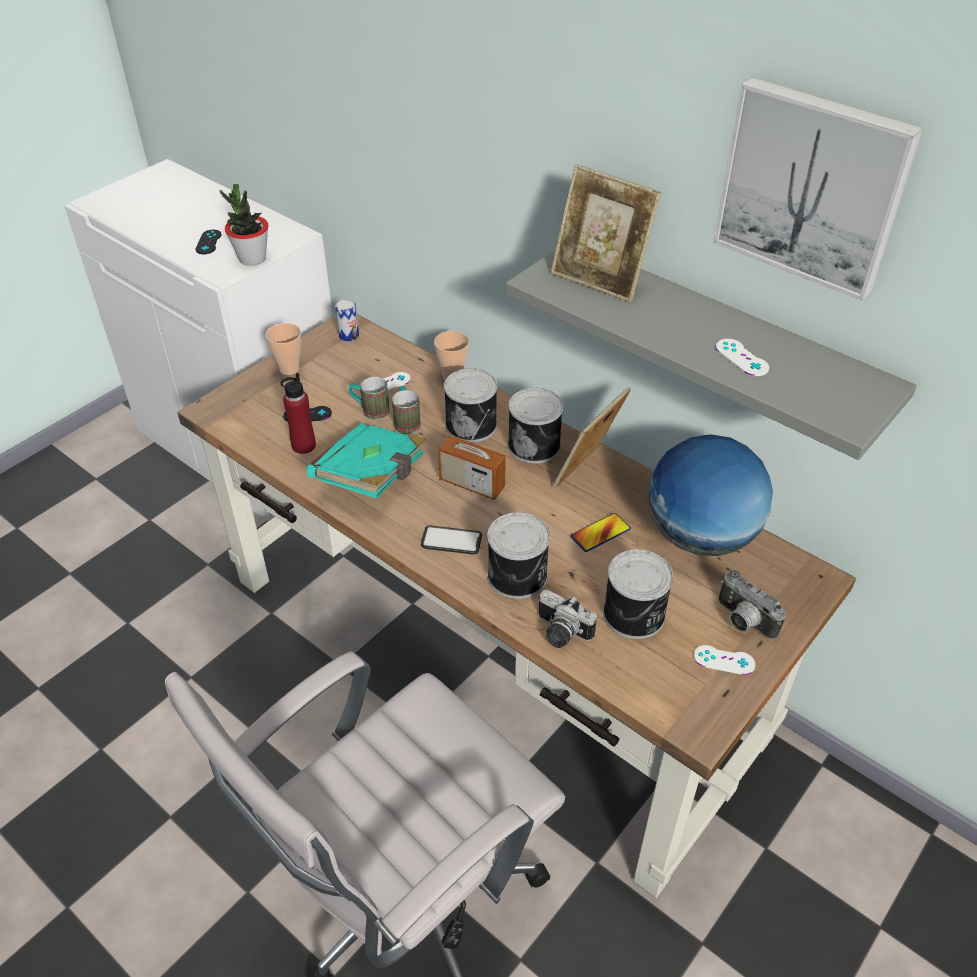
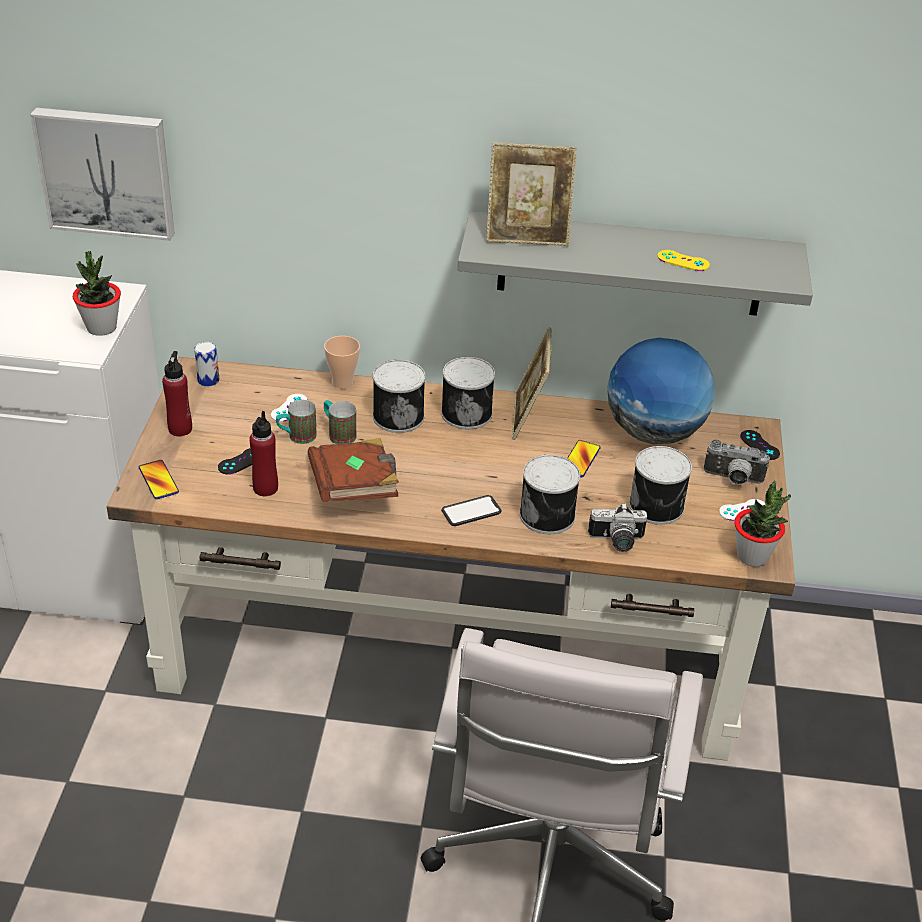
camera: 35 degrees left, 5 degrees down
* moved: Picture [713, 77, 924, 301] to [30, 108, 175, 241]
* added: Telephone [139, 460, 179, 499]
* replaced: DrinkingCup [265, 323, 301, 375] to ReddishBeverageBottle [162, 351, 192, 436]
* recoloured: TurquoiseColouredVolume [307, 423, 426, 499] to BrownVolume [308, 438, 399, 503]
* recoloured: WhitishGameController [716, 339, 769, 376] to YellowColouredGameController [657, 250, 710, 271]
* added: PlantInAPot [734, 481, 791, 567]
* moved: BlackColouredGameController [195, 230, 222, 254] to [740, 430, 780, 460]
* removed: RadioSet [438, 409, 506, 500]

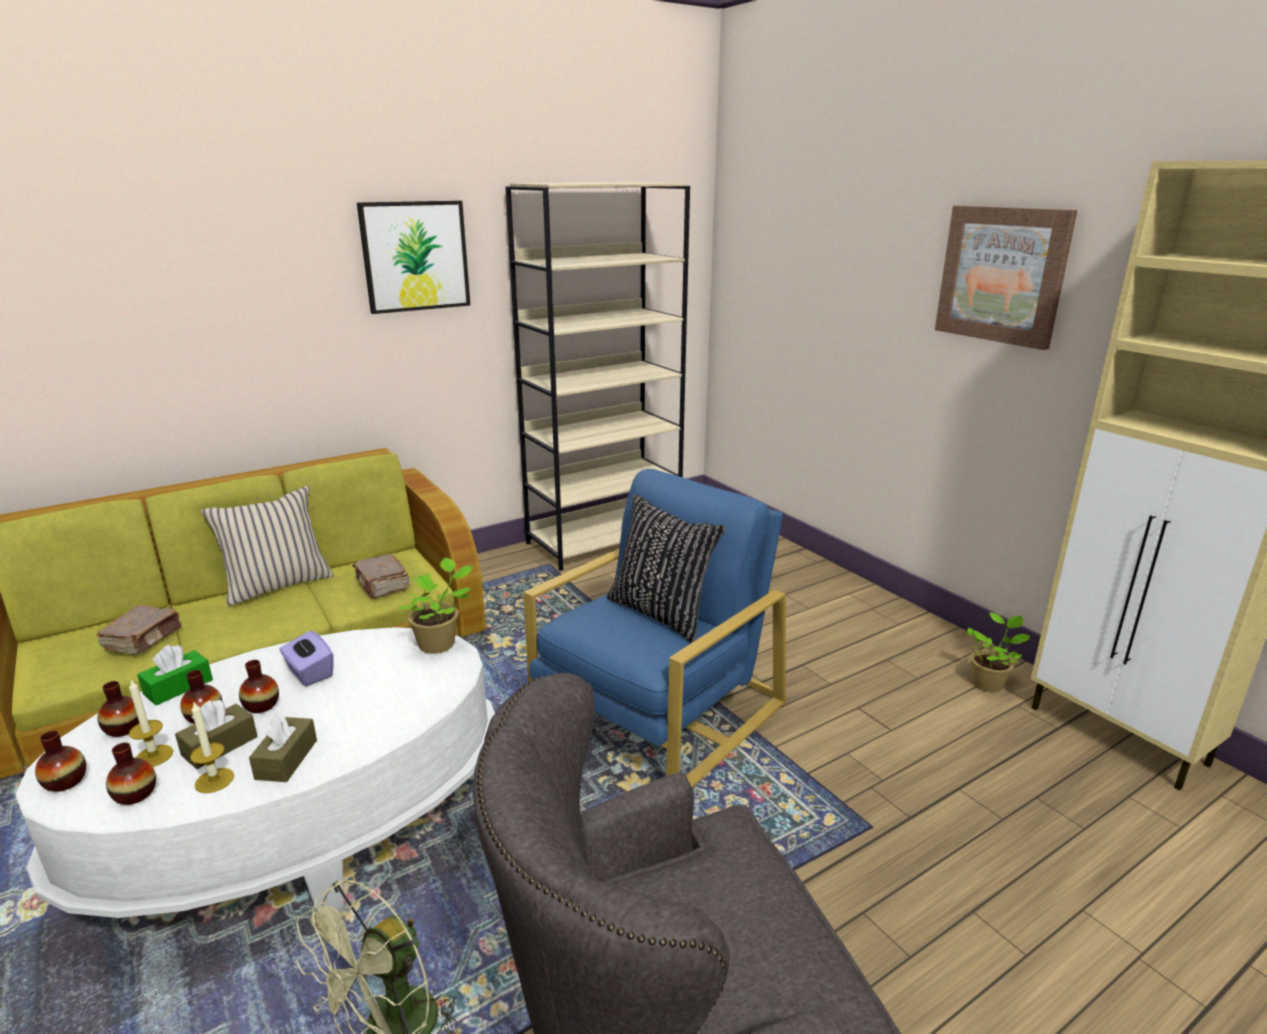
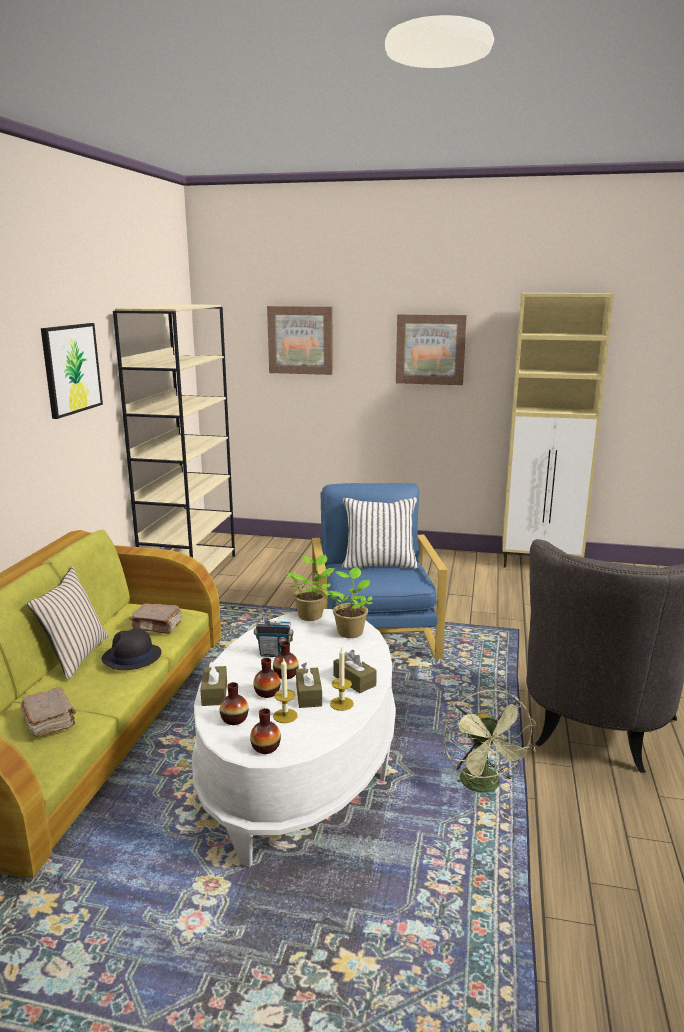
camera: 45 degrees left, 5 degrees down
* added: BlackColouredClothingHat [102, 628, 161, 670]
* recoloured: GreenBoxOfTissues [137, 645, 213, 705] to BrownBoxOfTissues [200, 661, 227, 706]
* replaced: PurplishBoxOfTissues [279, 631, 334, 686] to RadioSet [254, 605, 293, 657]
* added: Picture [267, 306, 333, 375]
* moved: PlantInAPot [965, 613, 1031, 692] to [324, 567, 372, 638]
* recoloured: BlackColouredThrowPillow [607, 494, 726, 643] to WhitishThrowPillow [342, 497, 418, 569]
* removed: Vase [106, 743, 156, 805]

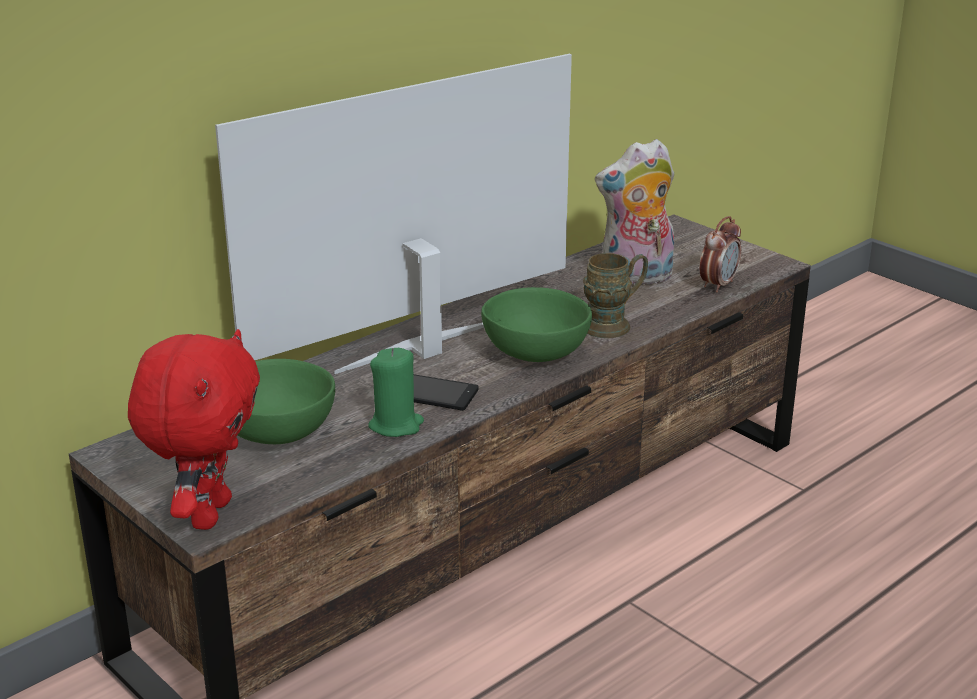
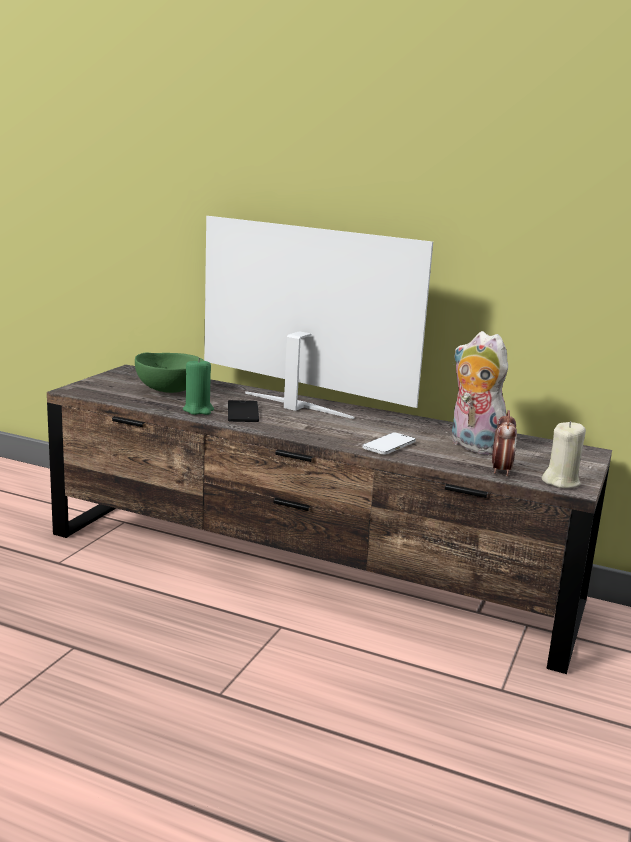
camera: 65 degrees right, 10 degrees down
* replaced: BrownMug [583, 253, 648, 338] to Telephone [362, 432, 416, 455]
* turned: TableClock [700, 216, 741, 292] = [492, 410, 517, 476] 90 degrees counterclockwise
* added: BeigeCandle [542, 421, 586, 488]
* removed: ReddishSoftToy [128, 329, 260, 530]
* removed: GreenDeepDish [481, 287, 592, 362]

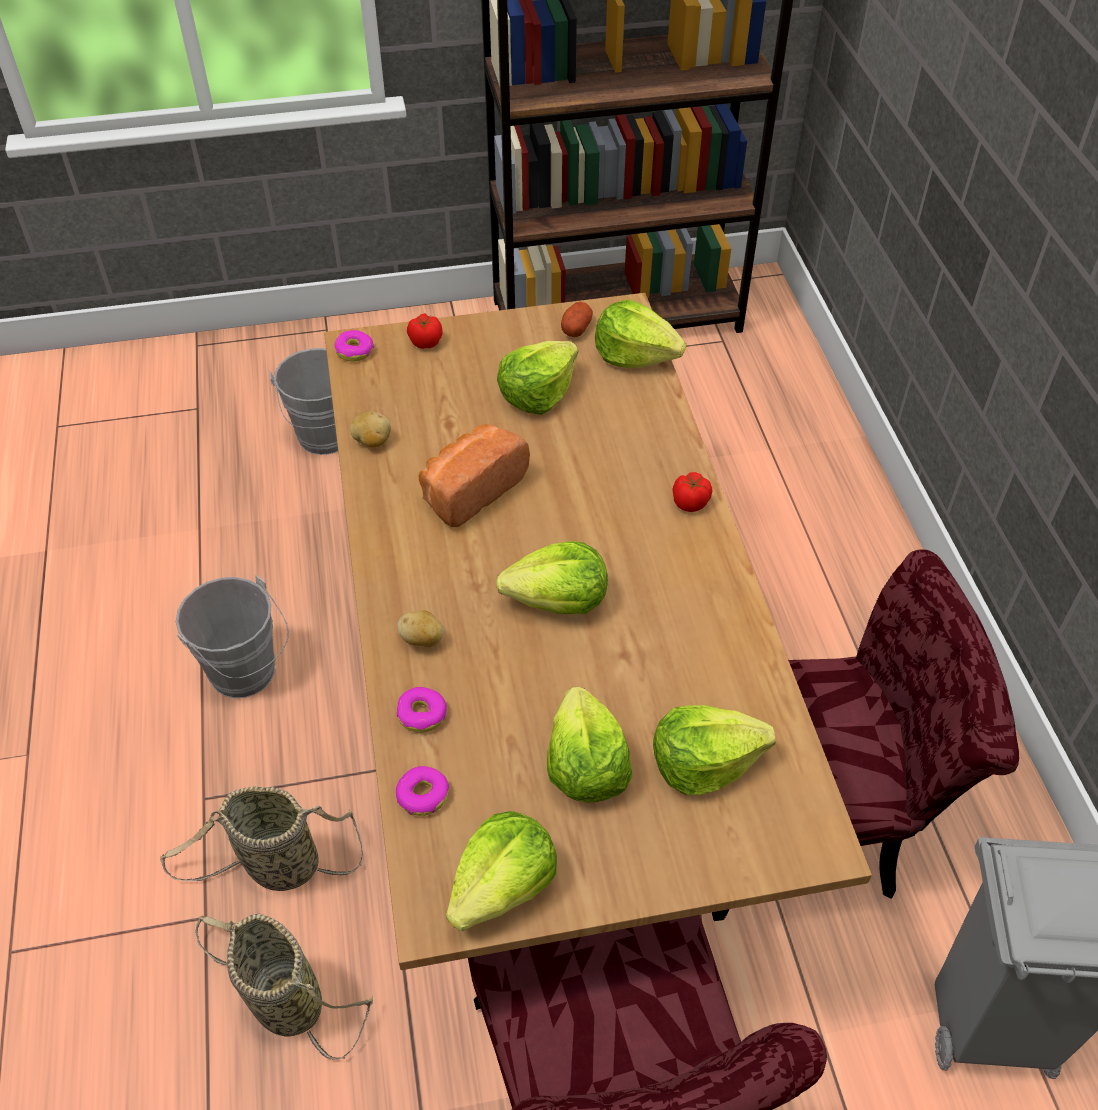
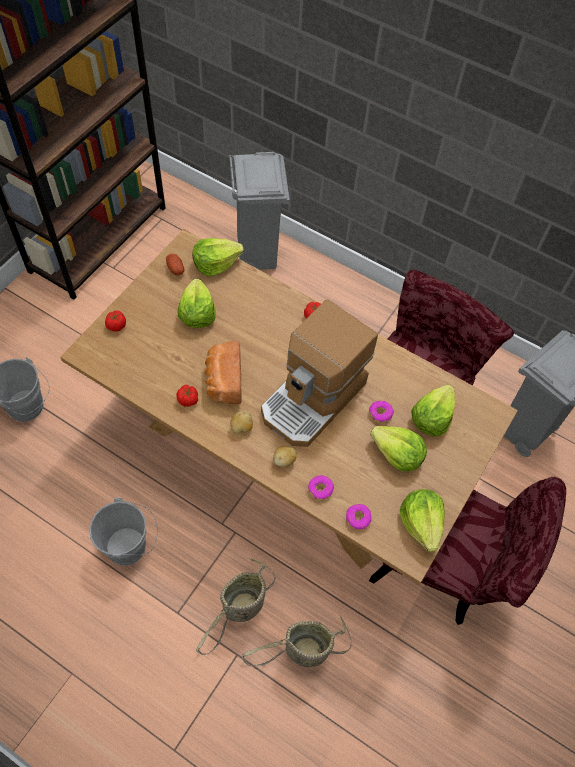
camera: 50 degrees left, 10 degrees up
* added: Tomato [177, 385, 198, 407]
* added: GreyishTrashCan [229, 152, 290, 270]
* moved: Spud [350, 411, 391, 448] to [230, 411, 253, 433]
* replaced: Lettuce [496, 541, 608, 614] to CoffeeMaker [261, 300, 378, 447]
* moved: RingDoughnut [334, 330, 374, 361] to [369, 401, 394, 423]

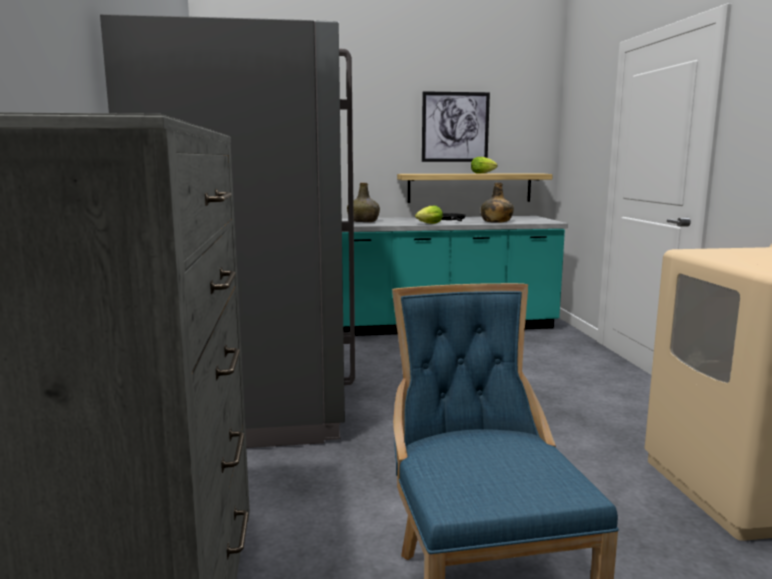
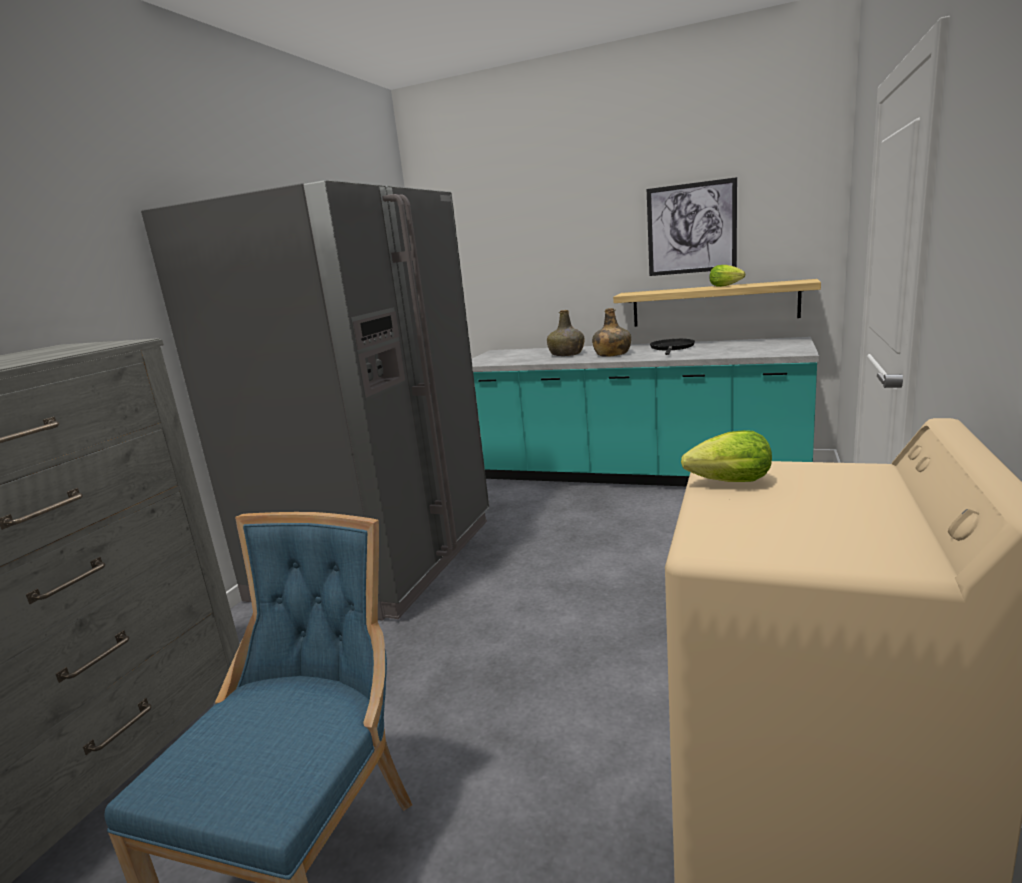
camera: 30 degrees right, 5 degrees up
* moved: GreenBeverageBottle [480, 183, 514, 223] to [592, 308, 631, 357]
* moved: Lettuce [415, 206, 443, 224] to [681, 430, 772, 482]

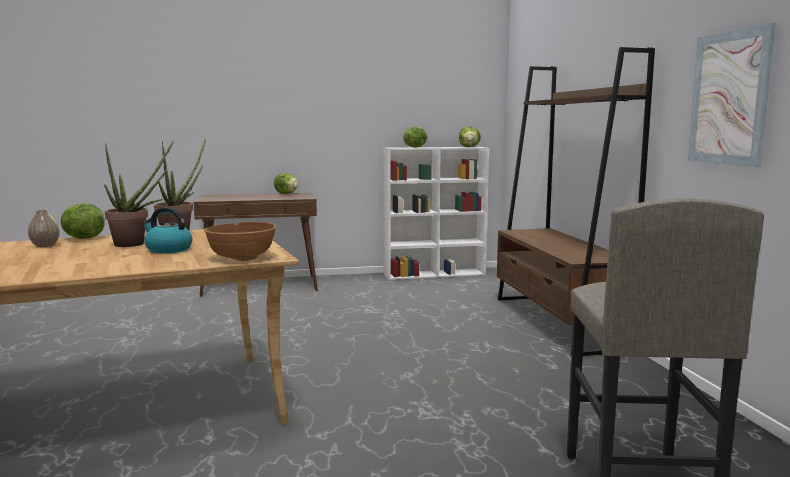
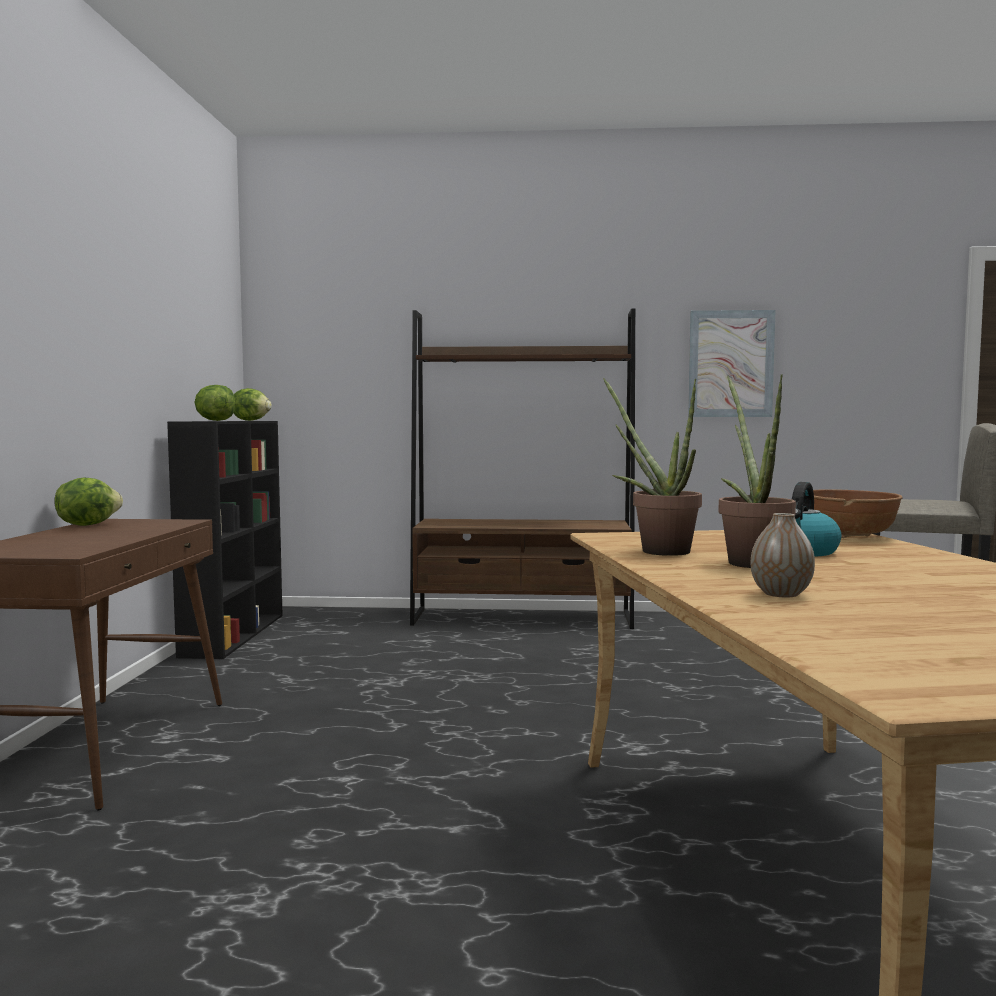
camera: 75 degrees left, 5 degrees down
* recoloured: WhitishShelvingUnit [383, 147, 489, 280] to BlackColouredShelvingUnit [167, 421, 283, 659]
* removed: Lettuce [61, 203, 105, 239]

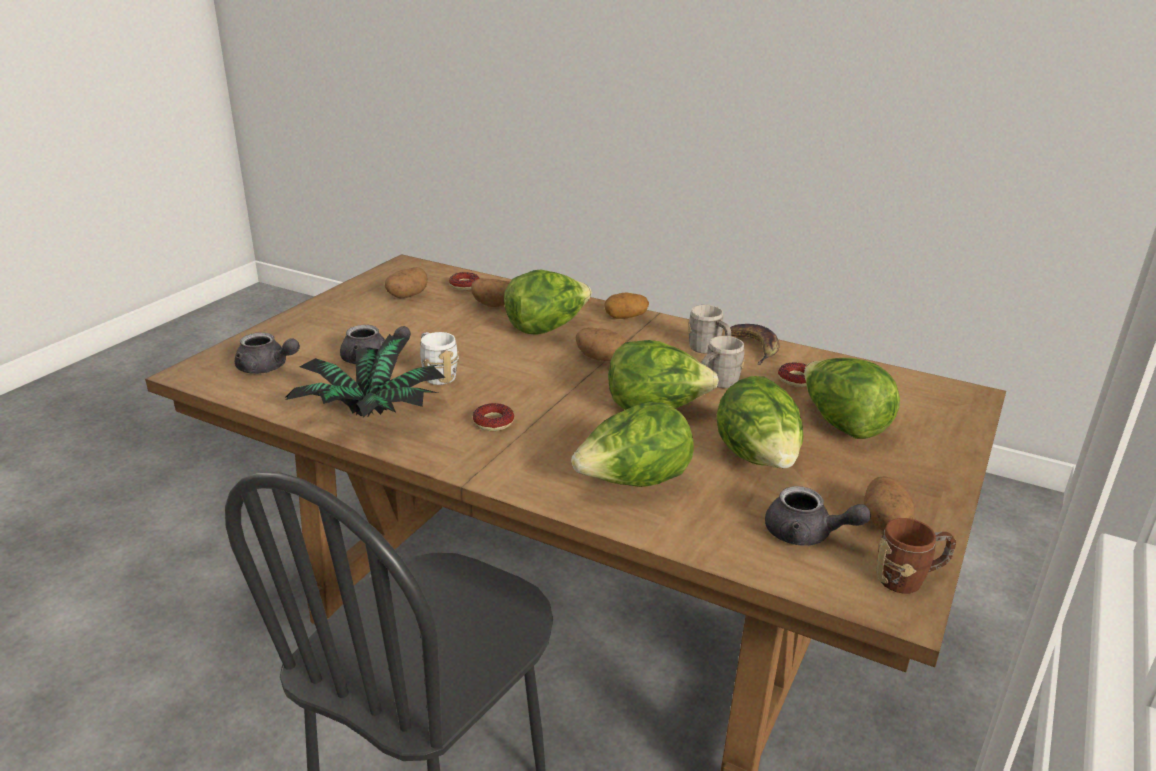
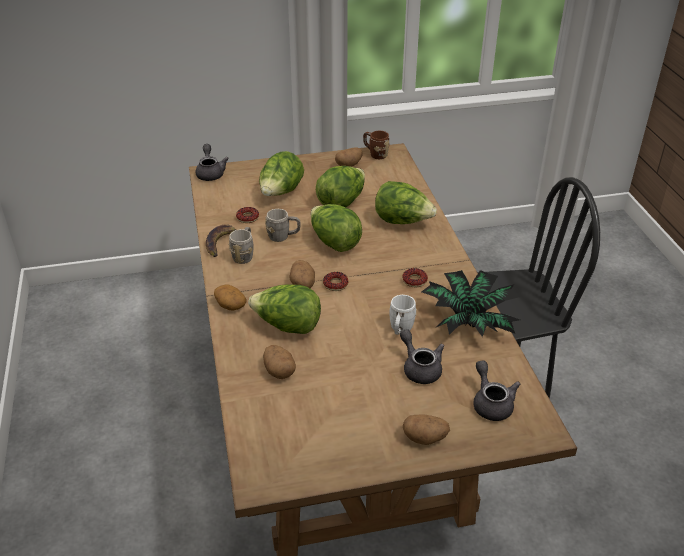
camera: 130 degrees left, 10 degrees up
* moved: GreyishTeaPot [765, 486, 871, 546] to [196, 144, 229, 181]
* moved: RingDoughnut [449, 272, 480, 290] to [323, 272, 349, 291]
* moved: Spud [385, 267, 428, 298] to [403, 414, 450, 445]

